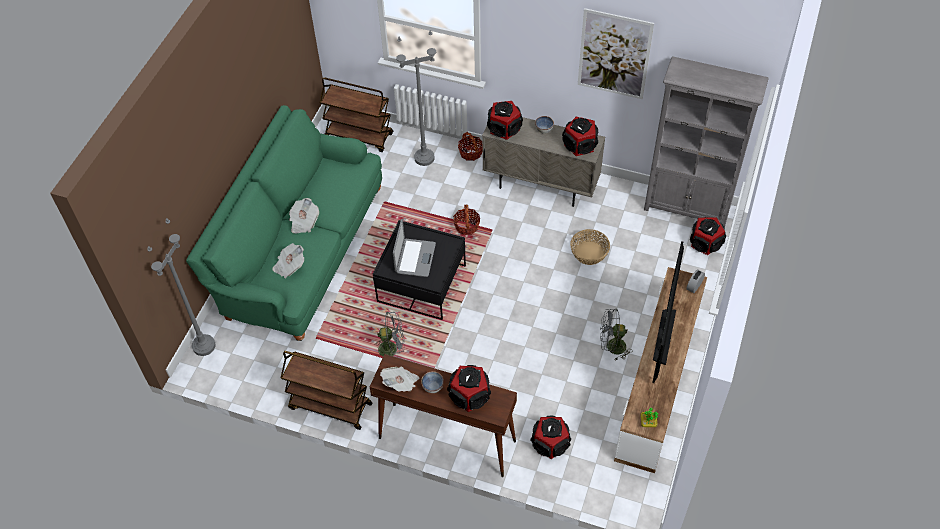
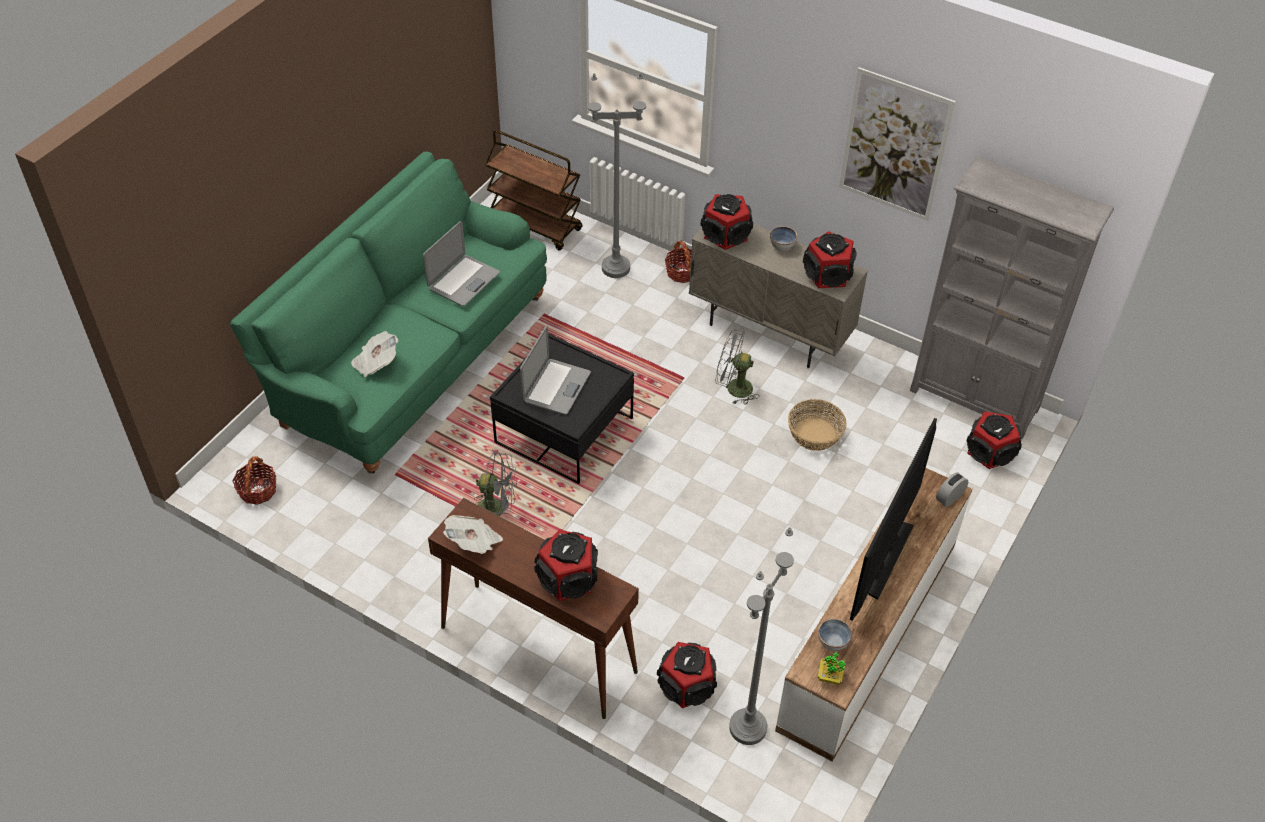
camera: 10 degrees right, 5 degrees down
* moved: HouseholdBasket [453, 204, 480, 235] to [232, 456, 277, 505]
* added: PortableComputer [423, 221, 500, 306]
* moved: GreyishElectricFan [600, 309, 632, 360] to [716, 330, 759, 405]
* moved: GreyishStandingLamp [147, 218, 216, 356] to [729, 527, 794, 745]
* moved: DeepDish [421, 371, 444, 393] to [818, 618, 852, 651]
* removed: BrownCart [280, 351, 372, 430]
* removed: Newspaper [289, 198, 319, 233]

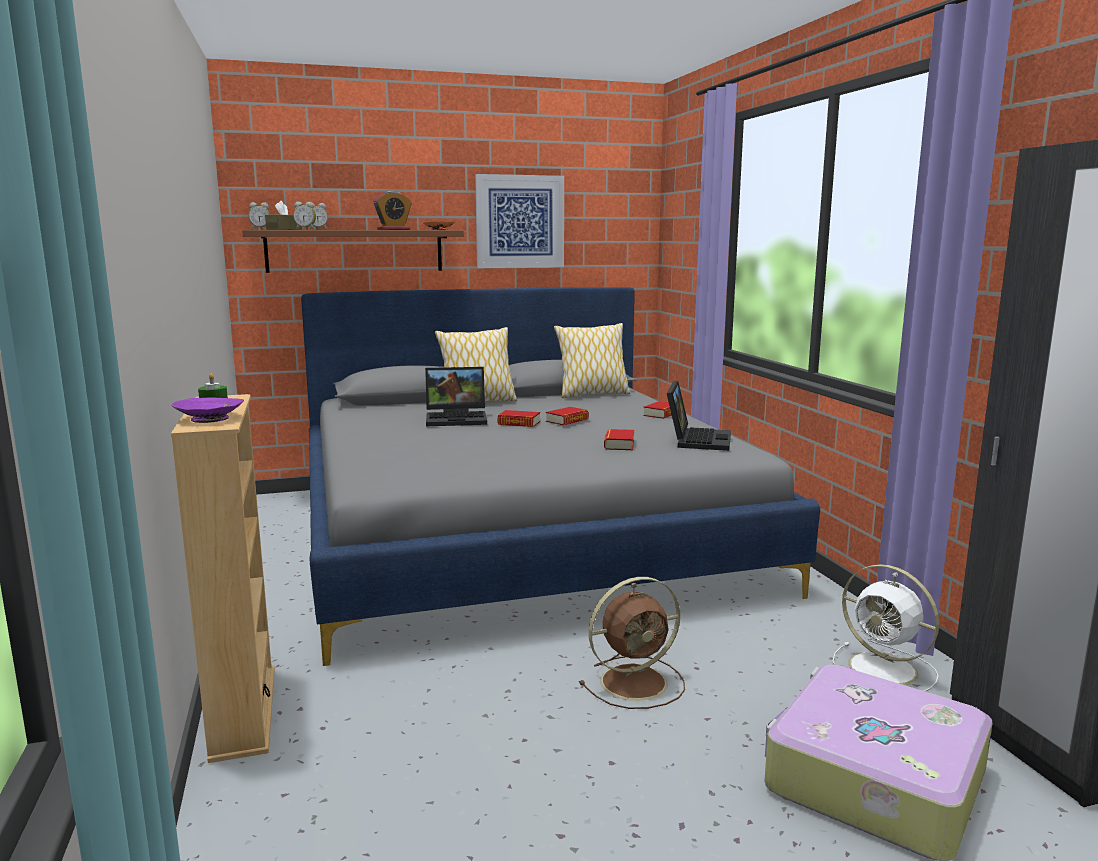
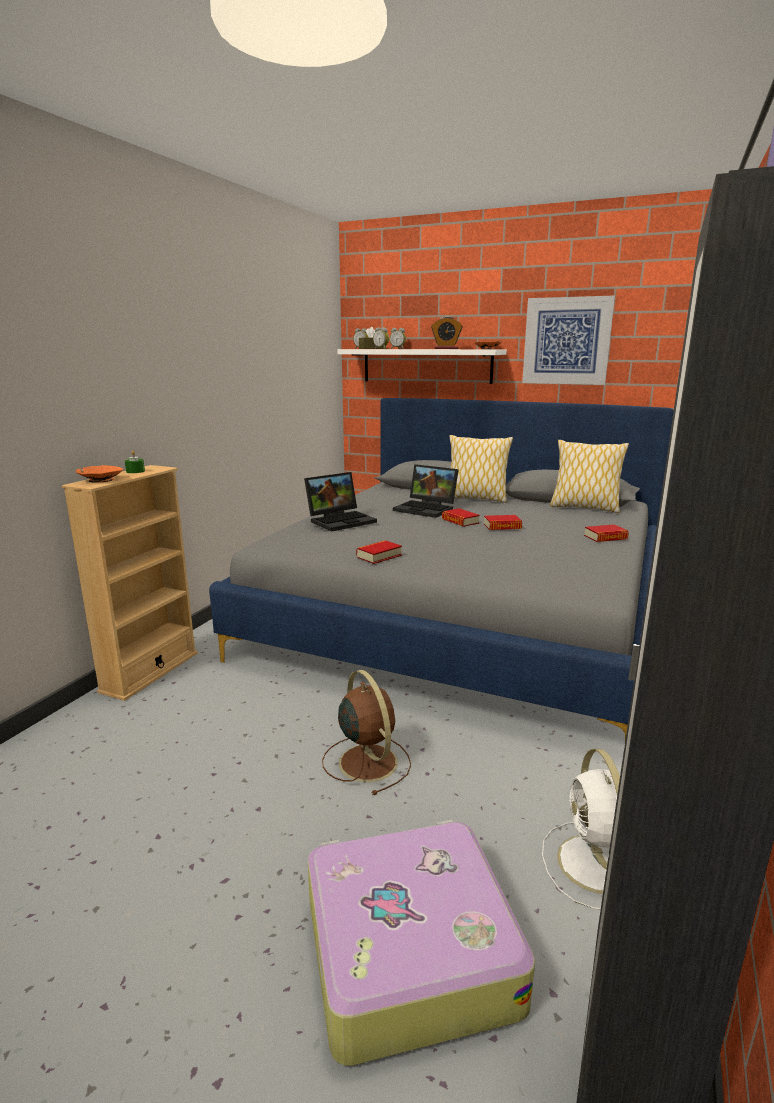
camera: 40 degrees right, 5 degrees up
* recoloured: PurplishDeepDish [172, 398, 244, 423] to OrangeDeepDish [76, 465, 123, 483]
* moved: PortableComputer [667, 381, 731, 451] to [304, 472, 377, 532]
* turned: BrownElectricFan [579, 577, 685, 709] = [322, 670, 411, 795] 135 degrees counterclockwise
* recoloured: BrownWallShelf [242, 230, 464, 273] to WhitishWallShelf [337, 349, 507, 384]
* moved: Volume [604, 429, 634, 450] to [356, 540, 402, 564]

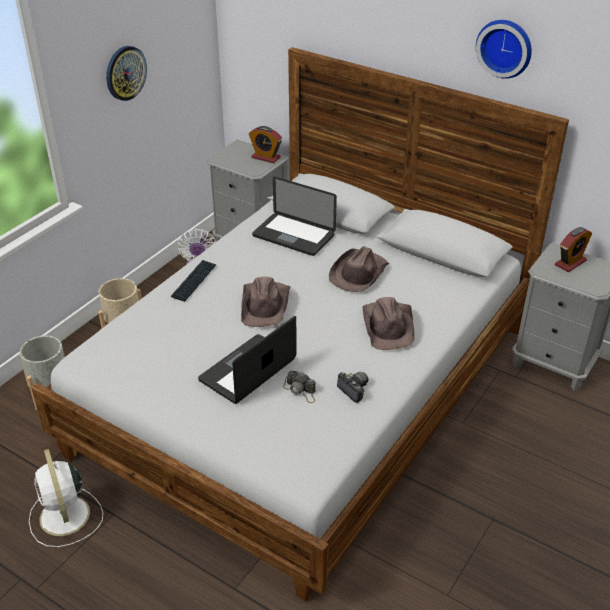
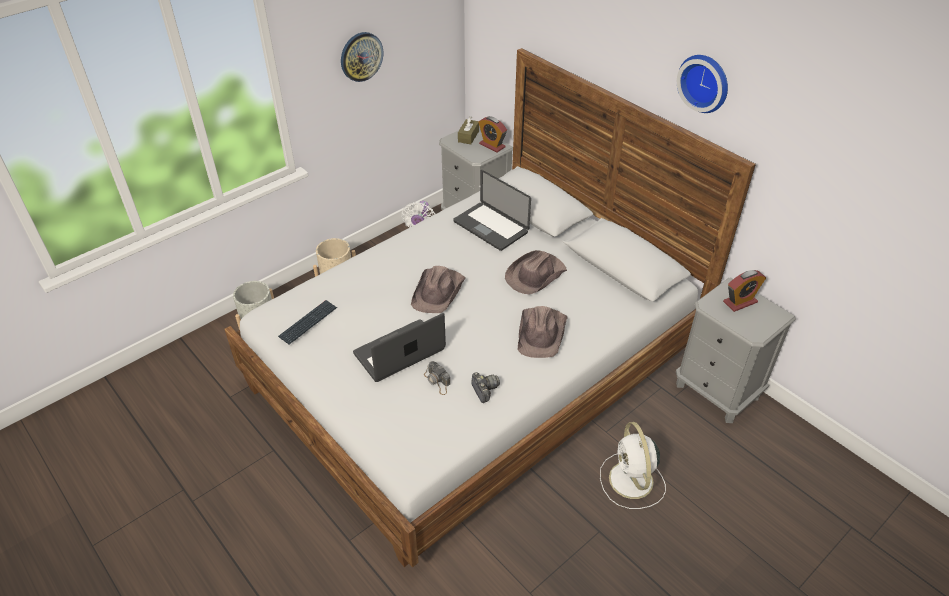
camera: 15 degrees right, 5 degrees up
* moved: ComputerKeyboard [171, 260, 217, 302] to [278, 300, 337, 345]
* added: BrownBoxOfTissues [458, 116, 479, 144]
* moved: WhitishElectricFan [29, 449, 103, 547] to [600, 422, 666, 509]

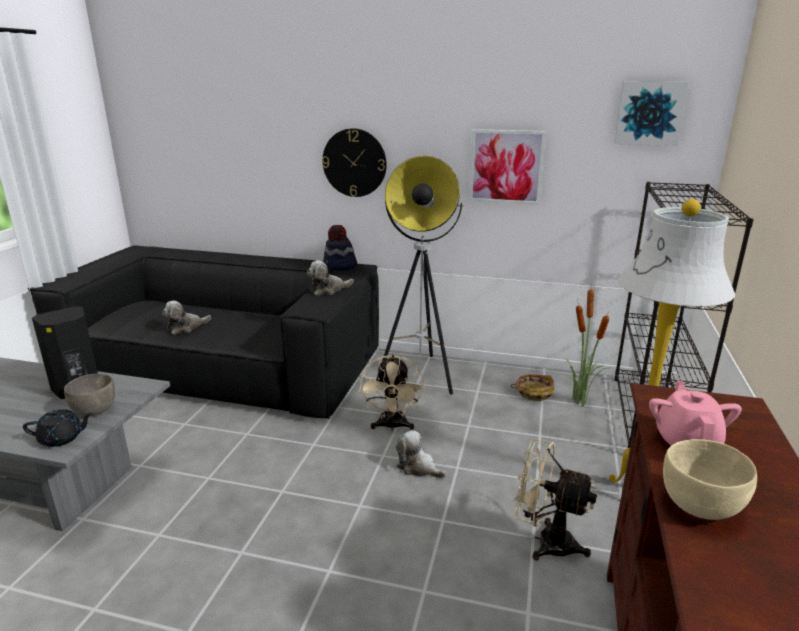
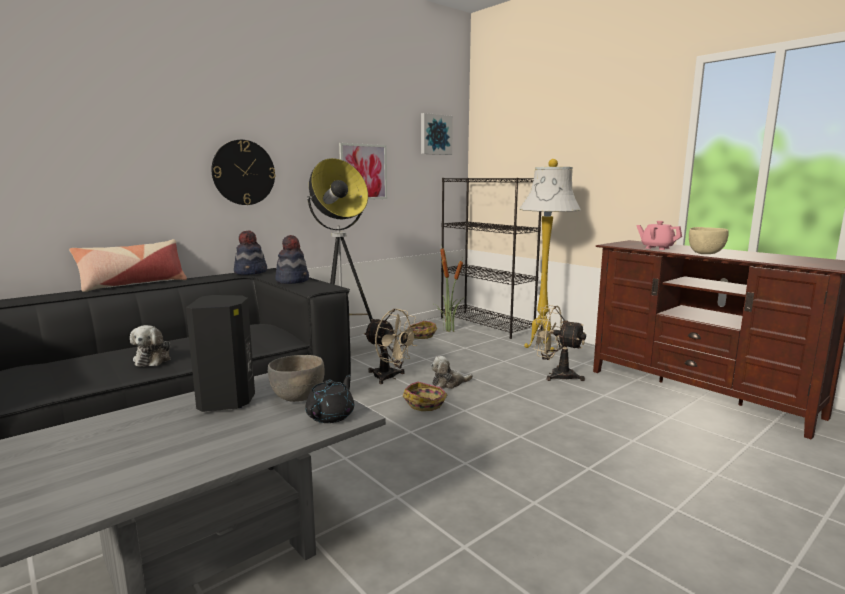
camera: 55 degrees left, 10 degrees down
* added: ThrowPillow [69, 239, 187, 292]
* replaced: SoftToy [307, 260, 354, 296] to ClothingHat [275, 235, 309, 284]
* added: HouseholdBasket [403, 382, 447, 411]
* turned: BeigeElectricFan [514, 439, 597, 560] = [533, 305, 586, 381] 60 degrees clockwise

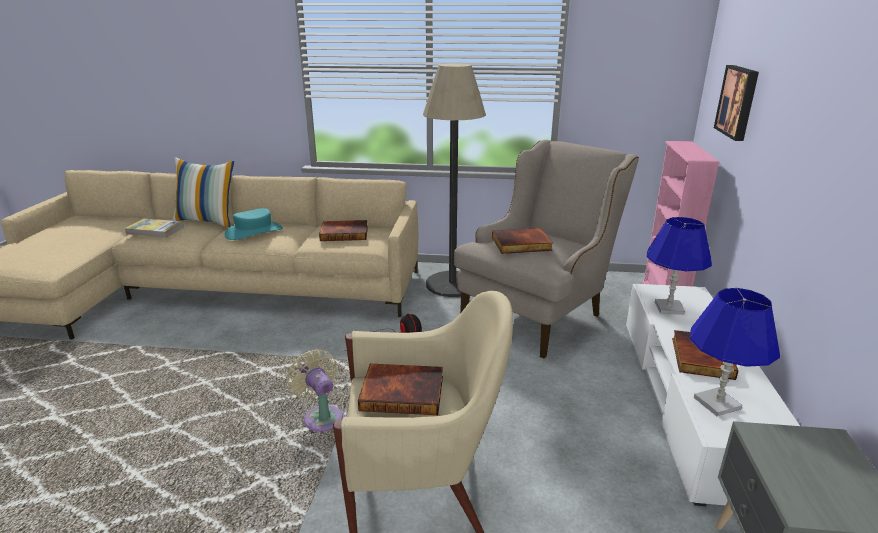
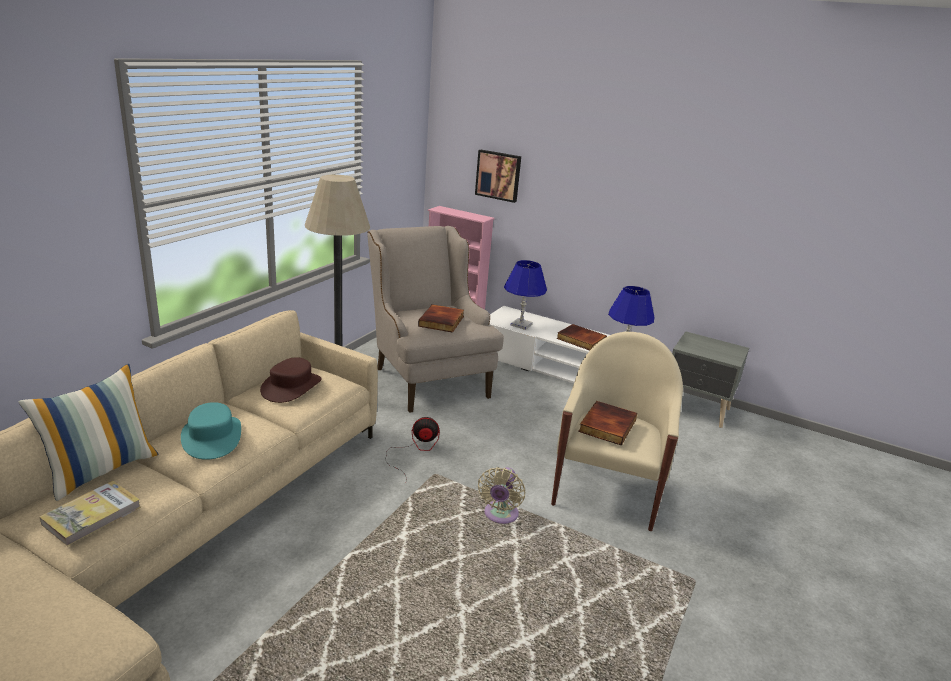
camera: 70 degrees left, 0 degrees up
* replaced: Volume [319, 220, 368, 241] to BrownClothingHat [260, 357, 322, 403]
* turned: BeigeElectricFan [287, 349, 343, 432] = [478, 467, 525, 524] 60 degrees counterclockwise

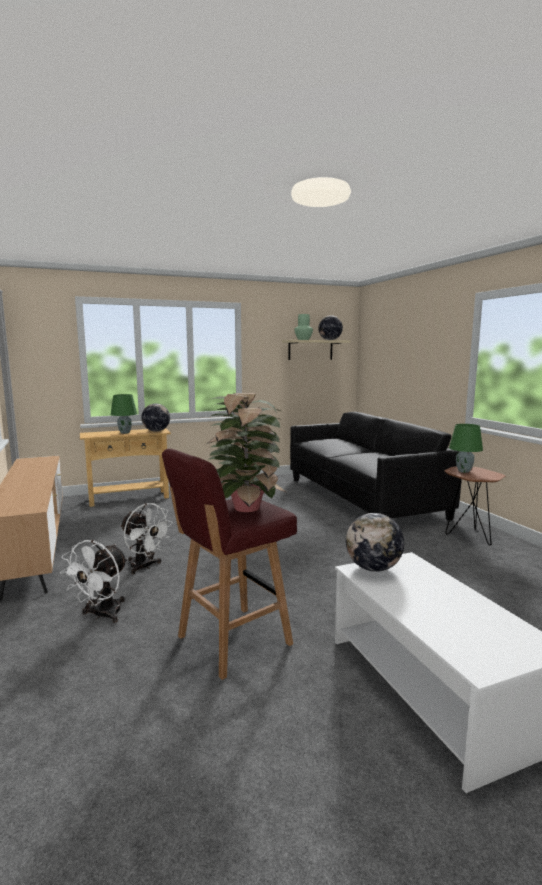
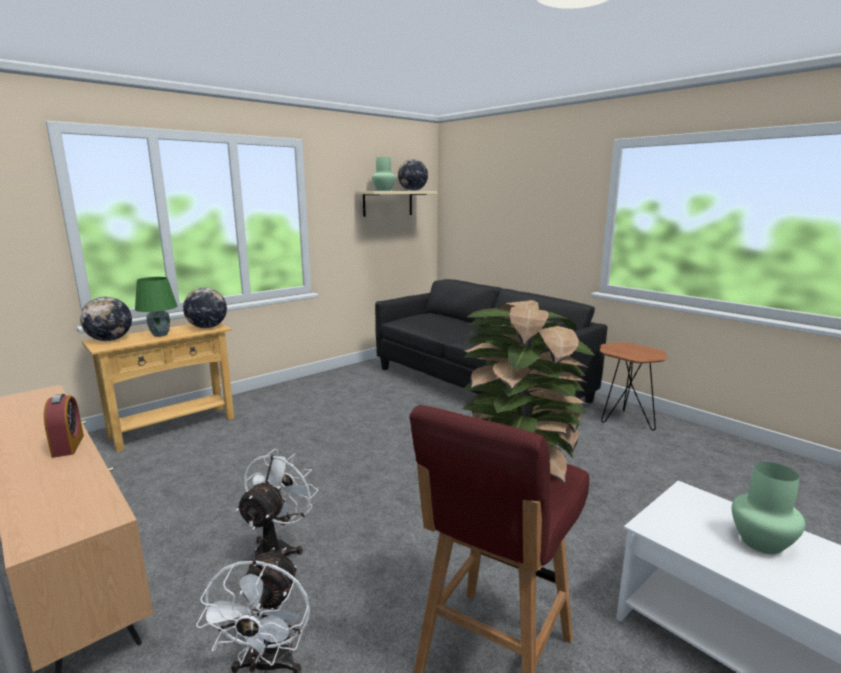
camera: 20 degrees left, 5 degrees up
* added: TableClock [44, 394, 84, 458]
* moved: DeskGlobe [346, 513, 404, 572] to [80, 297, 132, 341]
* turned: WhitishElectricFan [120, 503, 173, 574] = [236, 449, 318, 558] 90 degrees counterclockwise
* added: GreenVase [732, 462, 805, 554]
* removed: GreenLampForATable [449, 424, 483, 473]

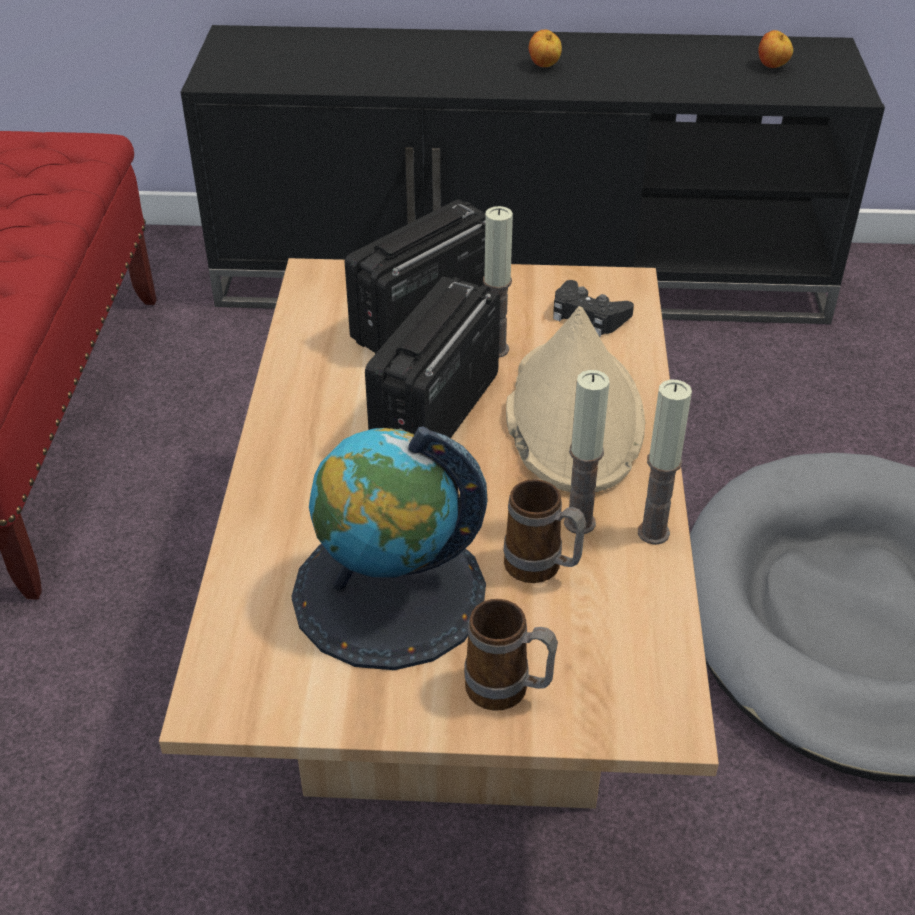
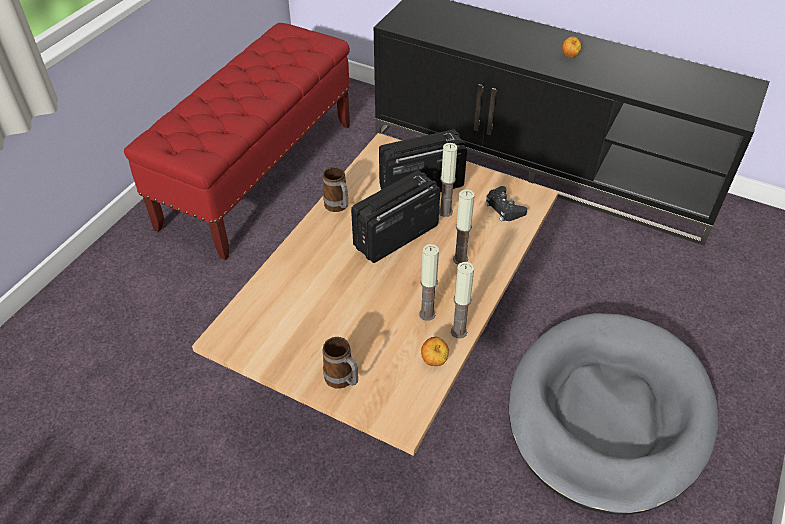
camera: 25 degrees right, 5 degrees up
* moved: Mug [503, 479, 587, 583] to [323, 167, 348, 212]
* moved: AppleFruit [758, 30, 793, 68] to [421, 337, 449, 366]
* replaced: BeigeClothingHat [506, 306, 645, 492] to Candle [453, 189, 475, 265]
* removed: DeskGlobe [291, 426, 488, 670]

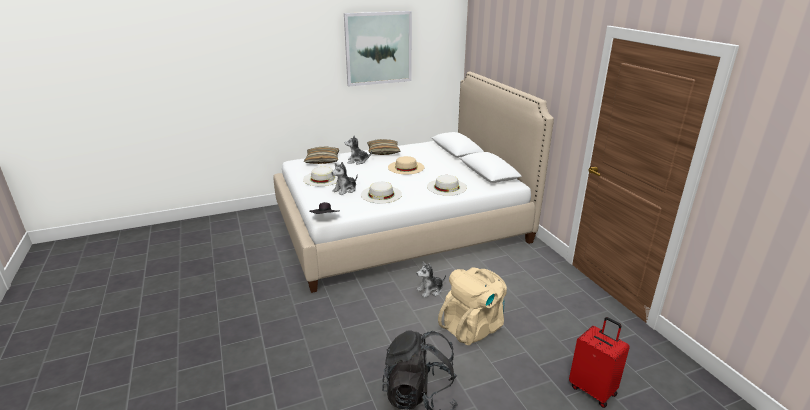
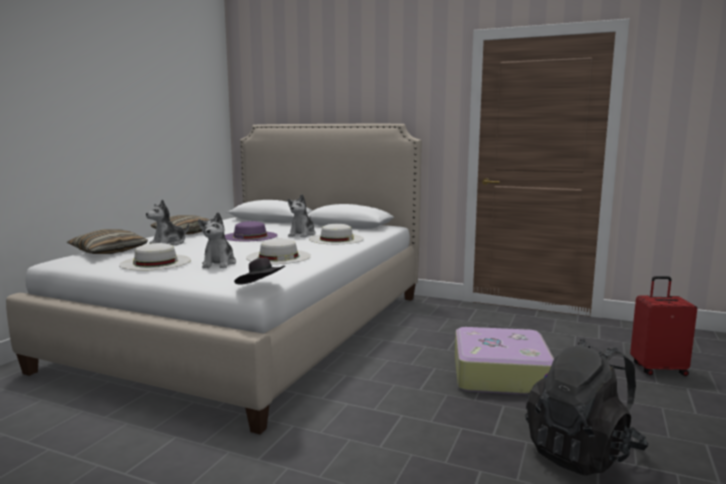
camera: 45 degrees left, 15 degrees down
* recoloured: BeigeClothingHat [388, 156, 424, 174] to PurplishClothingHat [225, 221, 278, 241]
* moved: SoftToy [416, 261, 446, 298] to [288, 194, 315, 237]
* replaced: BeigeKnapsack [438, 268, 507, 345] to PieceOfLuggage [455, 327, 554, 395]
* removed: Picture [344, 11, 412, 87]

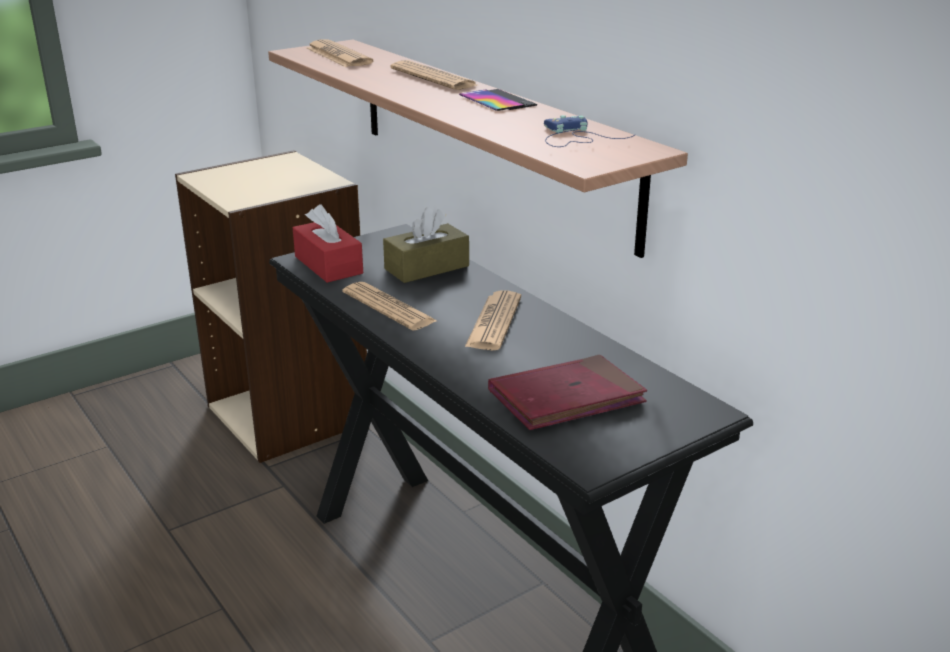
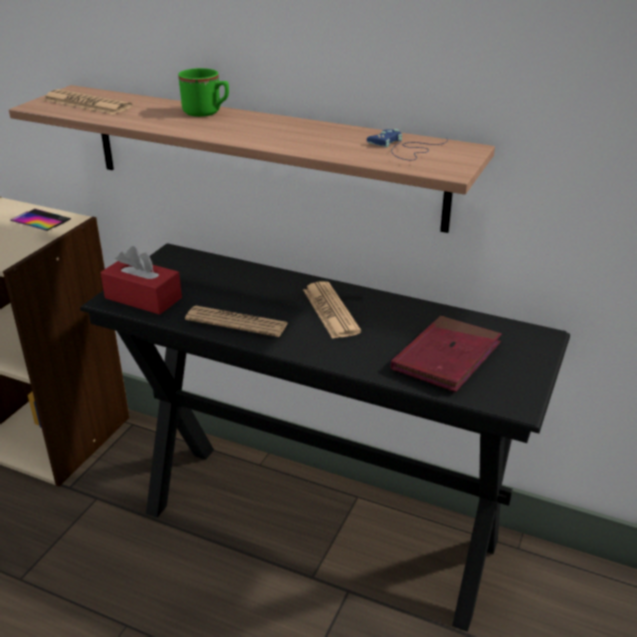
camera: 30 degrees left, 5 degrees up
* moved: Telephone [459, 89, 537, 111] to [10, 209, 71, 231]
* replaced: Newspaper [390, 60, 480, 90] to GreenMug [178, 68, 229, 117]
* removed: BrownBoxOfTissues [383, 207, 469, 283]

